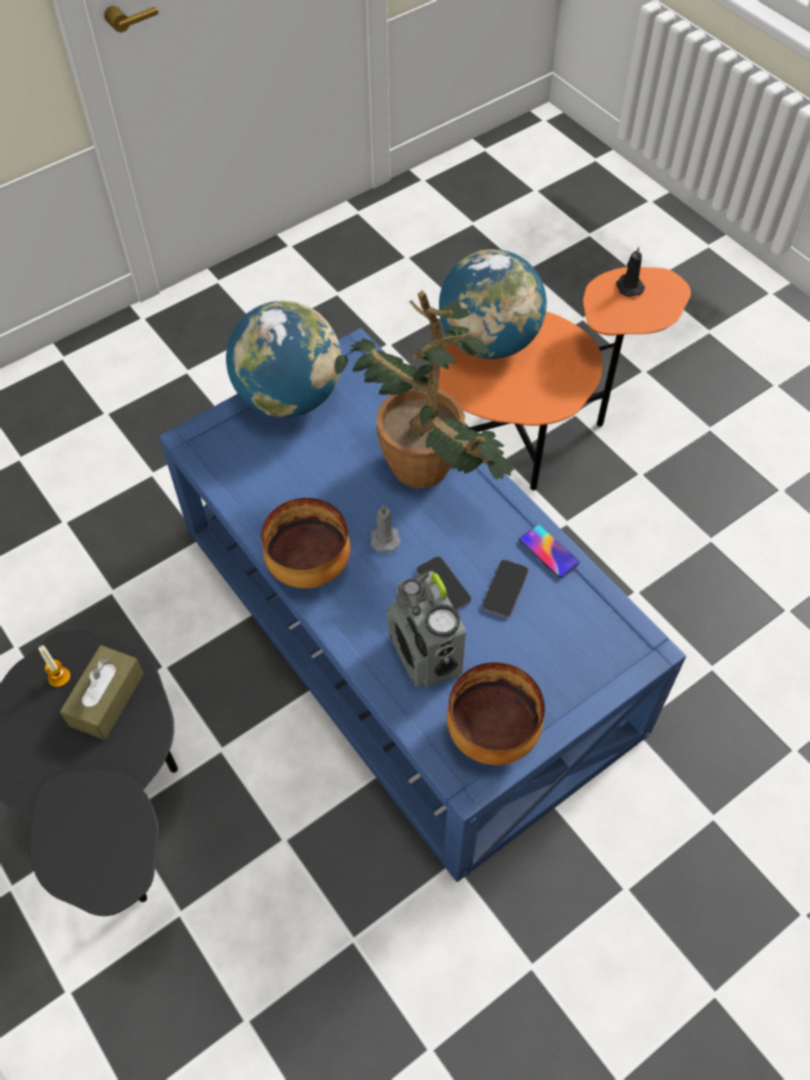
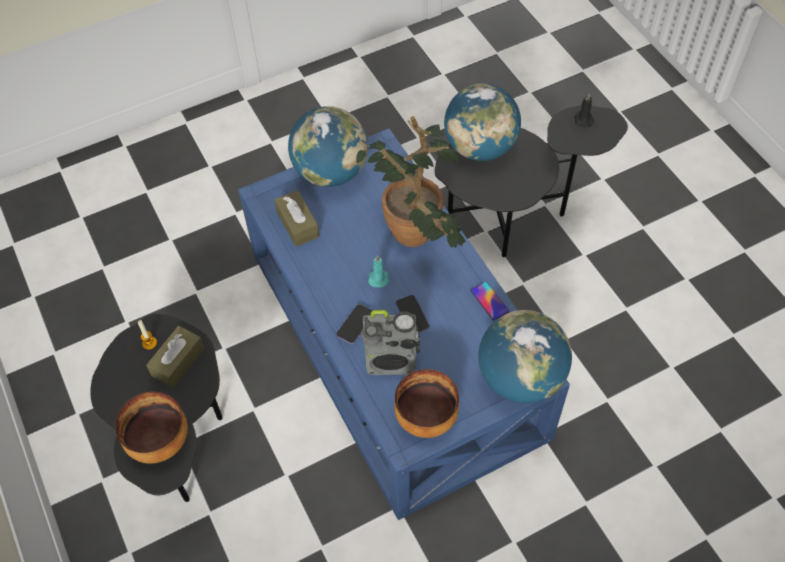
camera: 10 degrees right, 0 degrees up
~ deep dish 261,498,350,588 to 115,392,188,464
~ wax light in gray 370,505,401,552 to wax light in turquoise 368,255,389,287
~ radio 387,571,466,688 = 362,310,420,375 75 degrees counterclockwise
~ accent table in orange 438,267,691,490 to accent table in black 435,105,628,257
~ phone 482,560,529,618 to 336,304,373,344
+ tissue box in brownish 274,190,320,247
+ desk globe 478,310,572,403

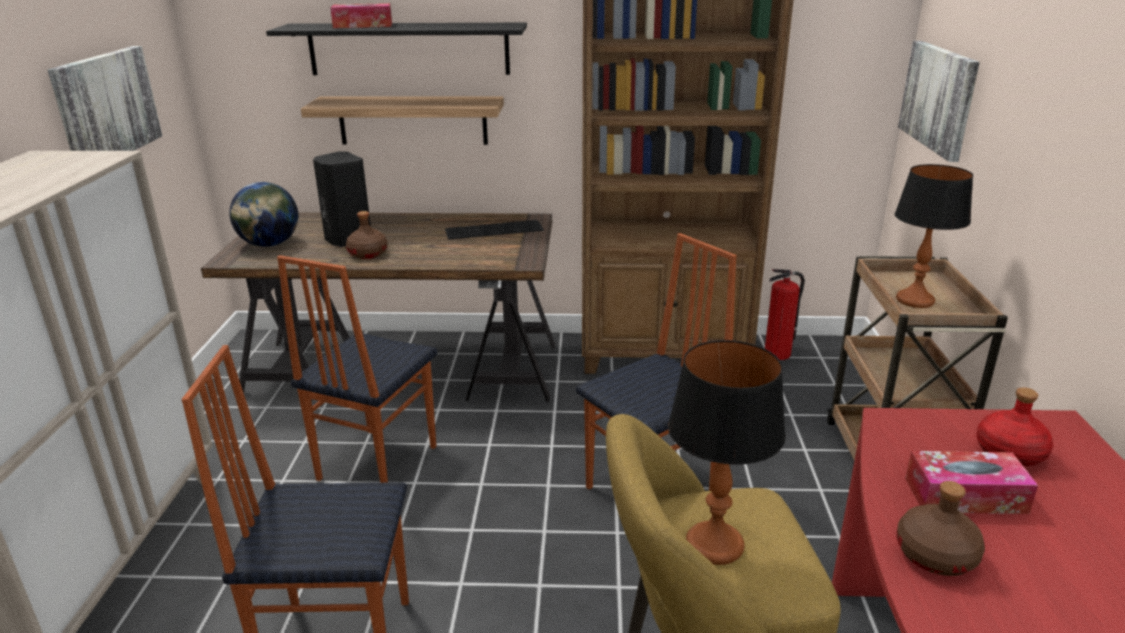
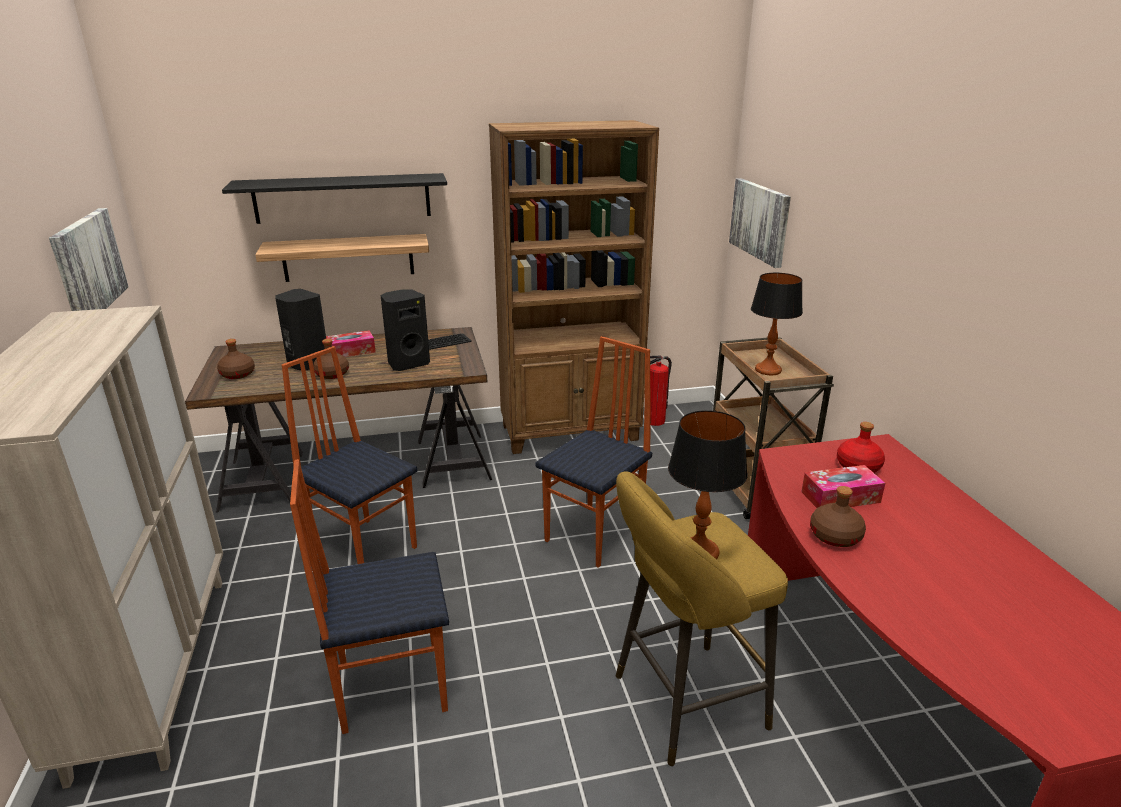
camera: 15 degrees left, 0 degrees up
~ desk globe 229,182,298,247 to bottle in brownish 217,339,255,379
~ upright chair 277,255,437,483 = 282,346,417,564 120 degrees clockwise
~ tissue box 330,3,392,28 to 326,330,376,357
+ loudspeaker in black 380,289,430,371

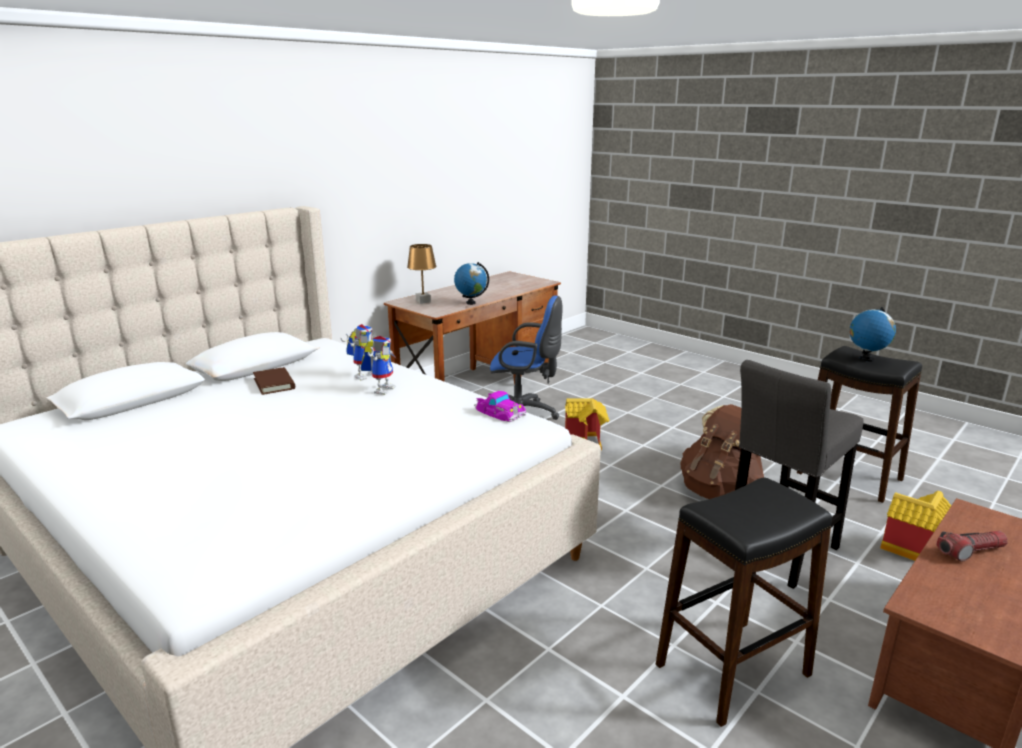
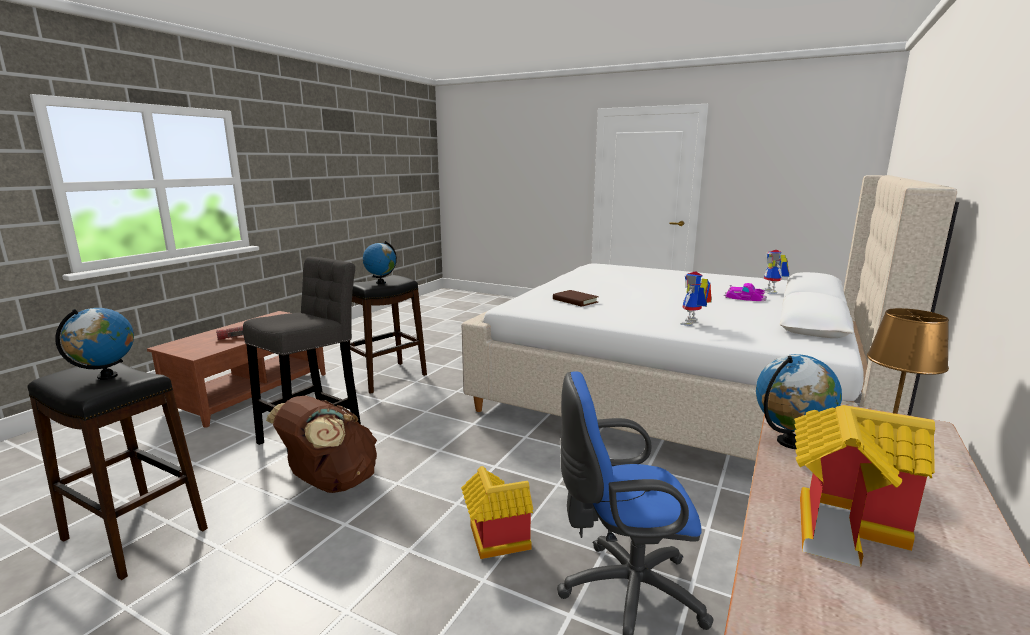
camera: 165 degrees right, 5 degrees down
~ book in brownish 253,367,295,395 to 553,290,599,307
~ robot figure 361,336,396,395 to 762,250,789,294
~ model car 474,391,526,422 to 724,283,767,301
~ miniature house 880,491,951,561 to 794,405,935,567
+ desk globe 363,241,397,284

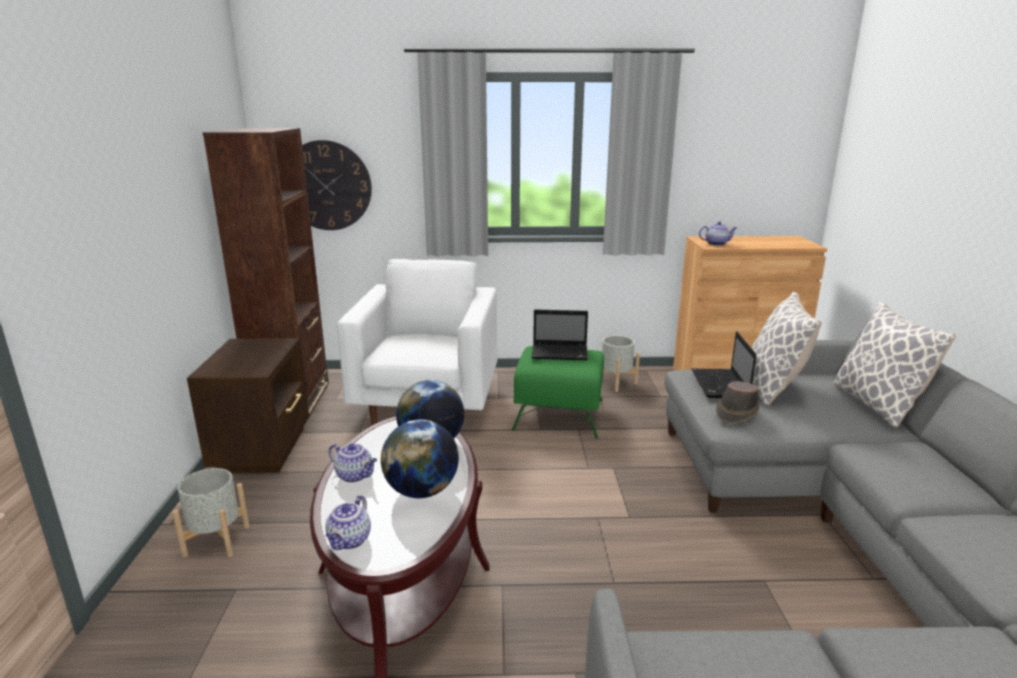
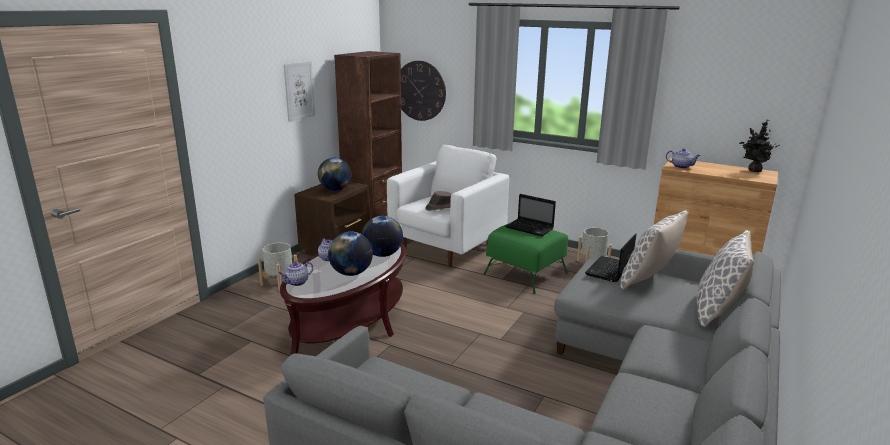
camera: 30 degrees right, 0 degrees up
~ hat in brownish 716,381,759,424 to 425,191,452,211
+ picture 284,61,315,122
+ desk globe 318,158,351,191
+ houseplant 739,120,779,172

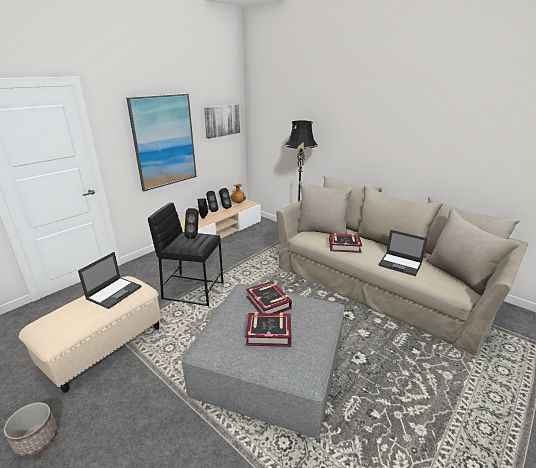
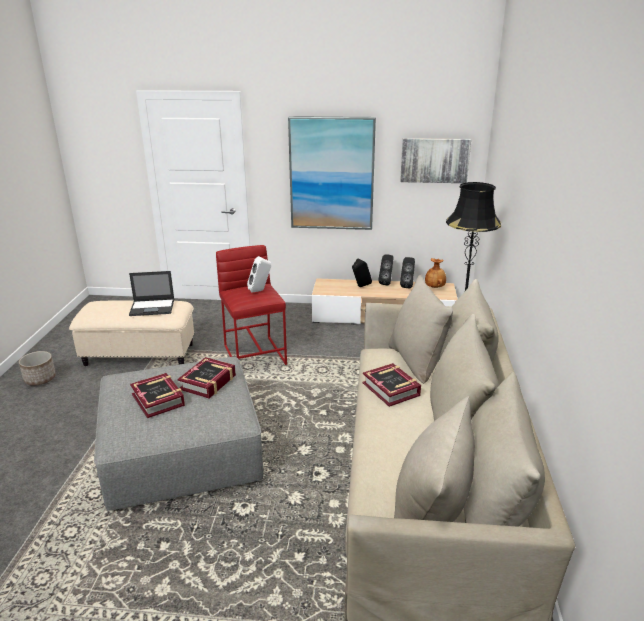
camera: 55 degrees right, 0 degrees up
~ stool in black 148,203,224,306 to stool in red 216,245,287,365
~ loudspeaker in black 184,208,199,239 to loudspeaker in white 247,256,271,292
- portable computer 378,230,428,276

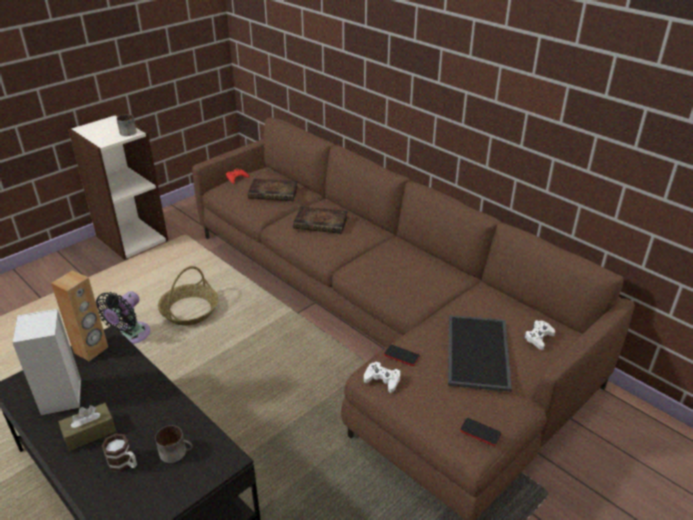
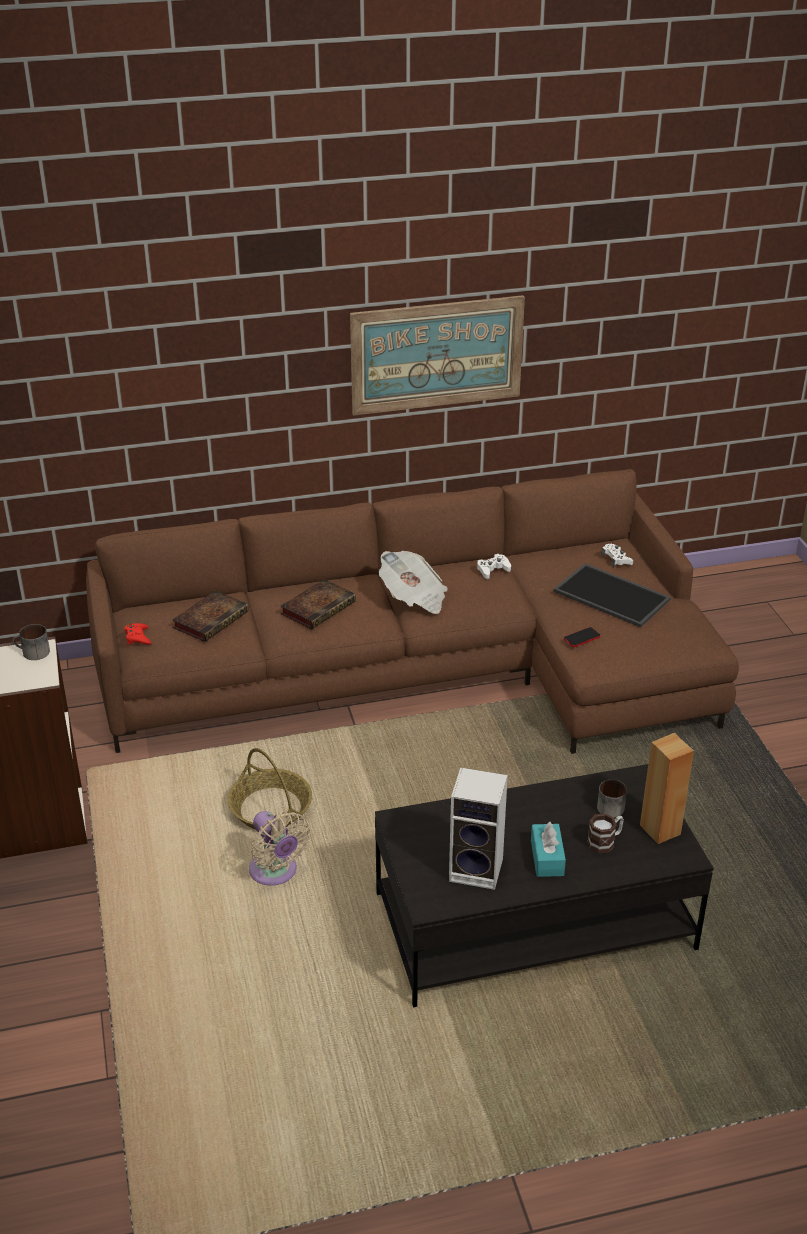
camera: 60 degrees left, 0 degrees up
~ loudspeaker in brownish 51,271,108,361 to 640,733,694,844
~ tissue box in brownish 59,403,116,451 to tissue box in turquoise 531,822,566,877
~ cooling fan in black 96,291,150,344 to cooling fan in sand-coloured 249,811,311,886
~ gamepad in white 364,362,400,393 to 477,554,511,579
- phone 460,418,502,446
+ picture 350,295,525,415
+ daily paper 379,551,448,614

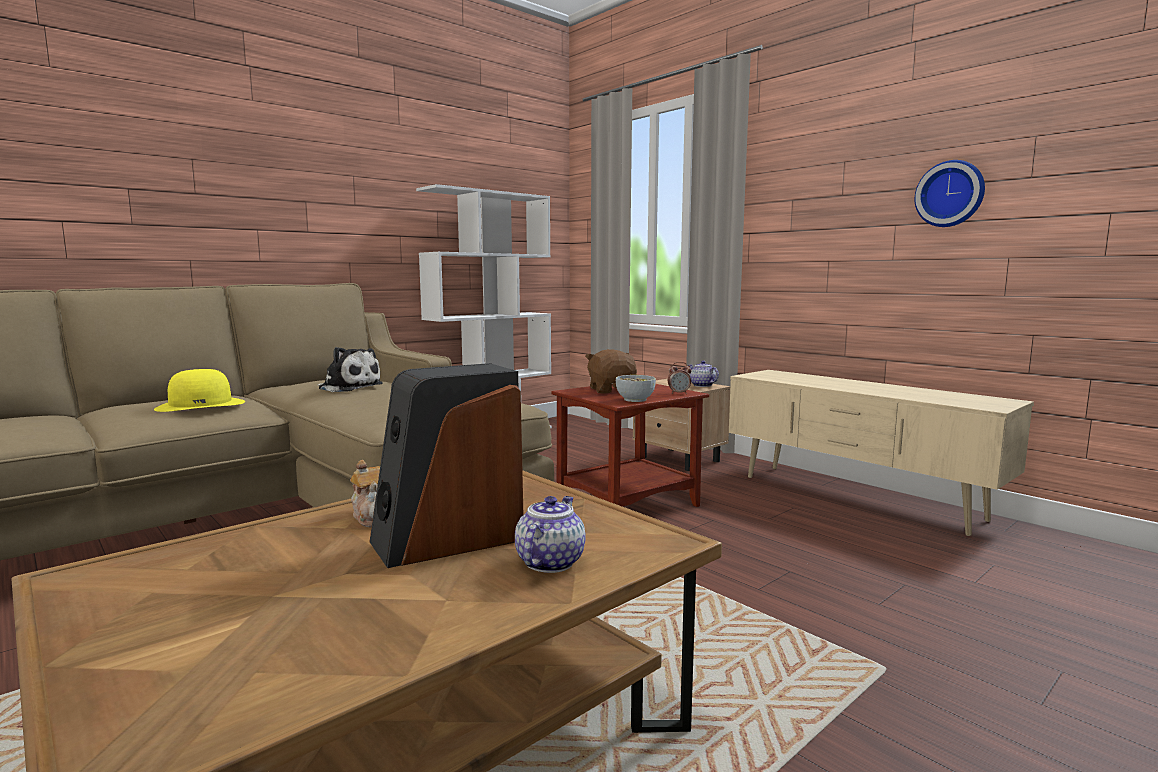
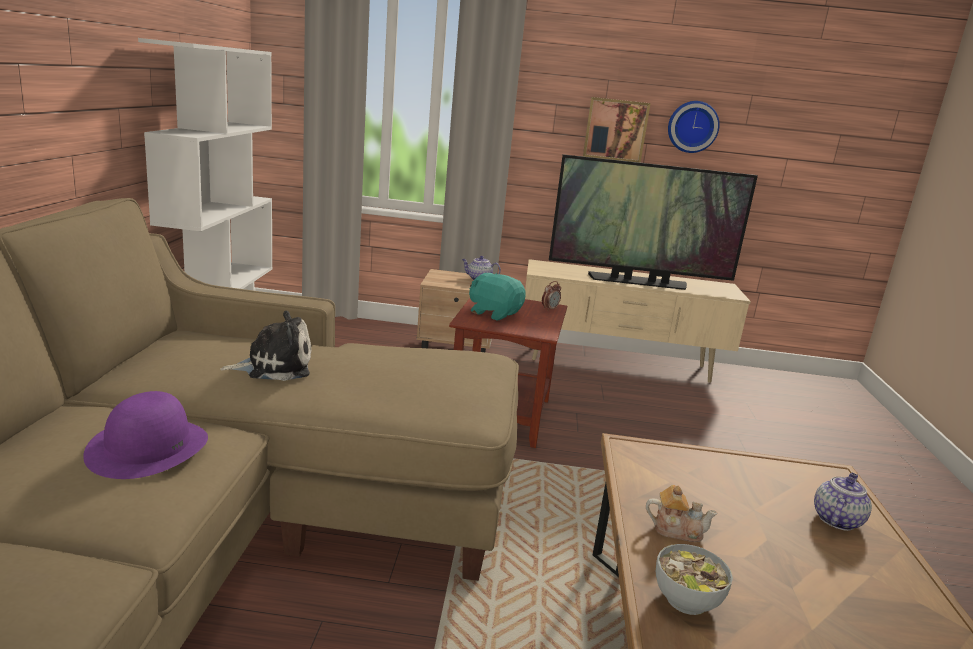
camera: 45 degrees left, 10 degrees up
~ hat in yellowish 154,369,245,412 to hat in purplish 83,391,208,479
- loudspeaker 369,363,523,568
~ teapot 515,496,586,573 = 814,473,872,531 60 degrees clockwise
~ plush toy in brownish 585,349,637,394 to plush toy in turquoise 469,273,526,320
~ deep dish 616,375,656,402 to 656,544,733,615
+ television 549,154,758,290
+ picture 583,97,651,163

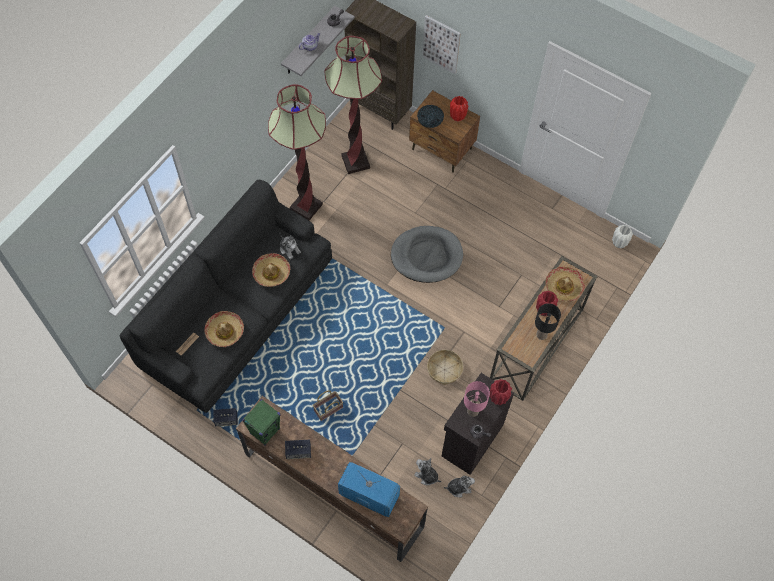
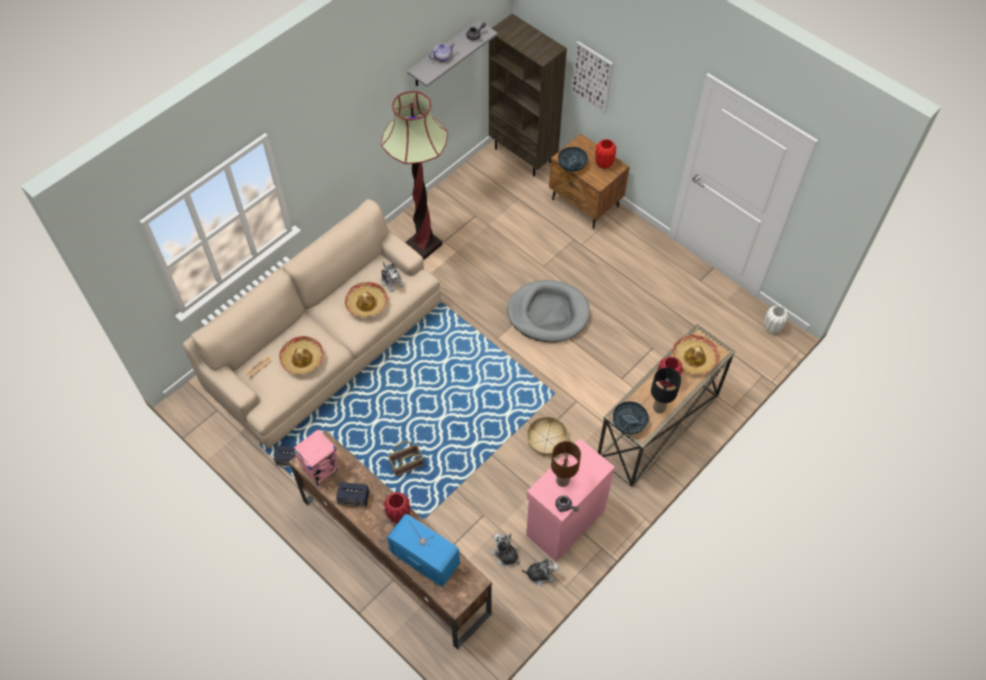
camera: 10 degrees right, 5 degrees down
~ sofa in black 120,180,332,413 to sofa in sand-coloured 183,199,441,448
~ loudspeaker in greenish 242,399,281,446 to loudspeaker in pink-coloured 292,429,338,486
- standing lamp 324,36,382,174
~ storage cabinet in black 442,373,514,475 to storage cabinet in pink-coloured 526,439,615,562
~ lamp for a table in pink-coloured 464,381,490,417 to lamp for a table in brownish 551,441,581,487
~ decorative vase in red 489,379,512,405 to 384,492,410,524
+ deep dish 613,401,649,435

